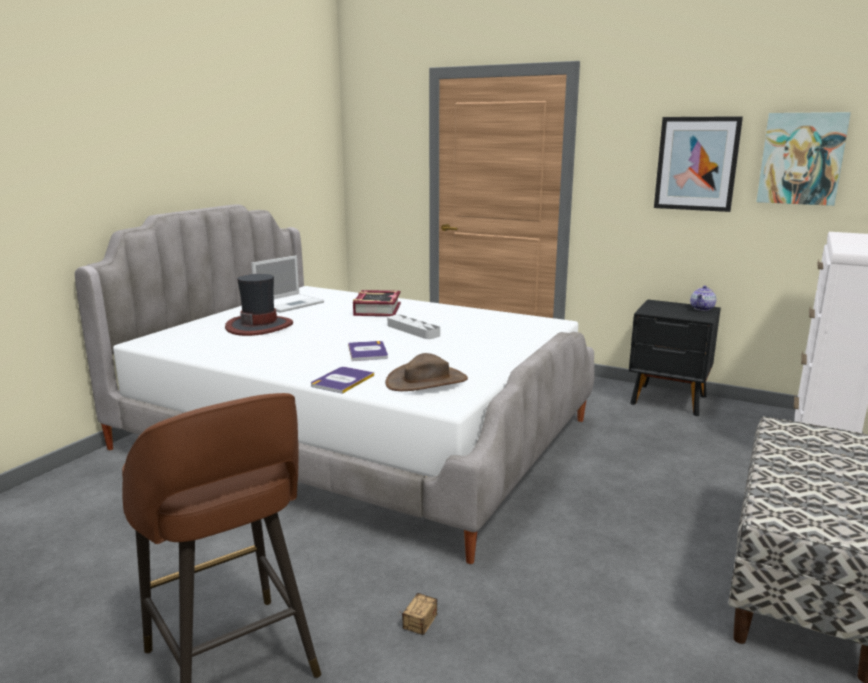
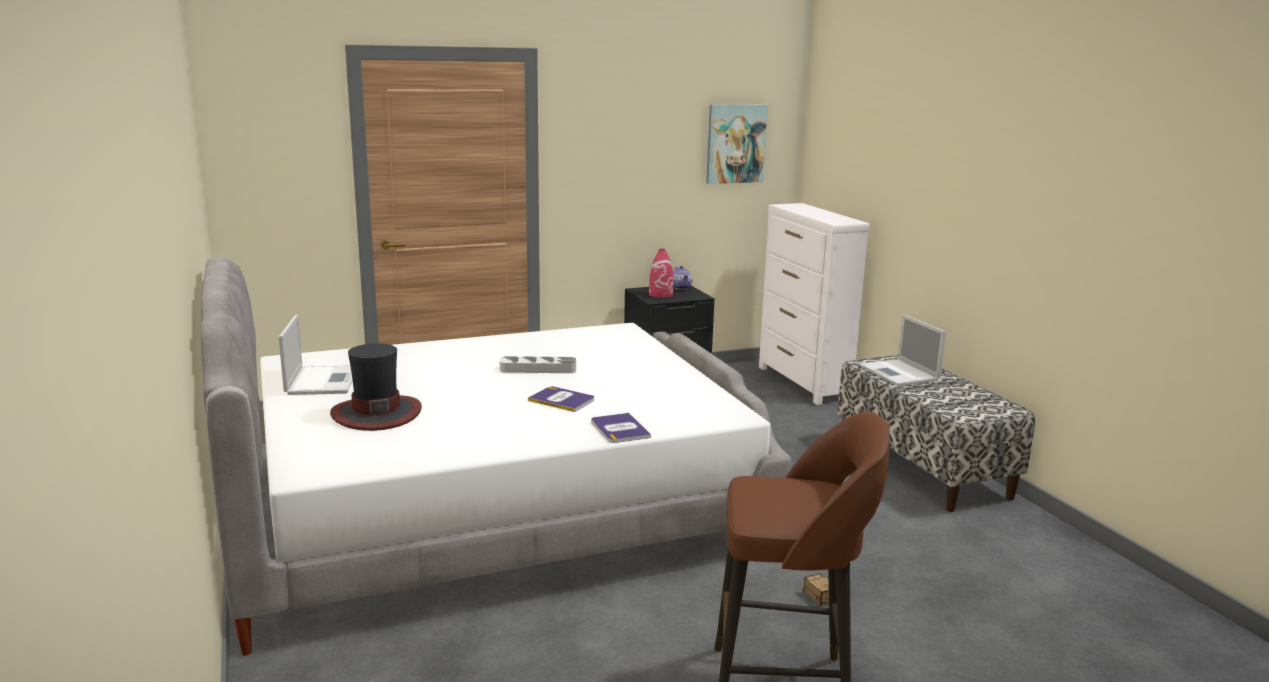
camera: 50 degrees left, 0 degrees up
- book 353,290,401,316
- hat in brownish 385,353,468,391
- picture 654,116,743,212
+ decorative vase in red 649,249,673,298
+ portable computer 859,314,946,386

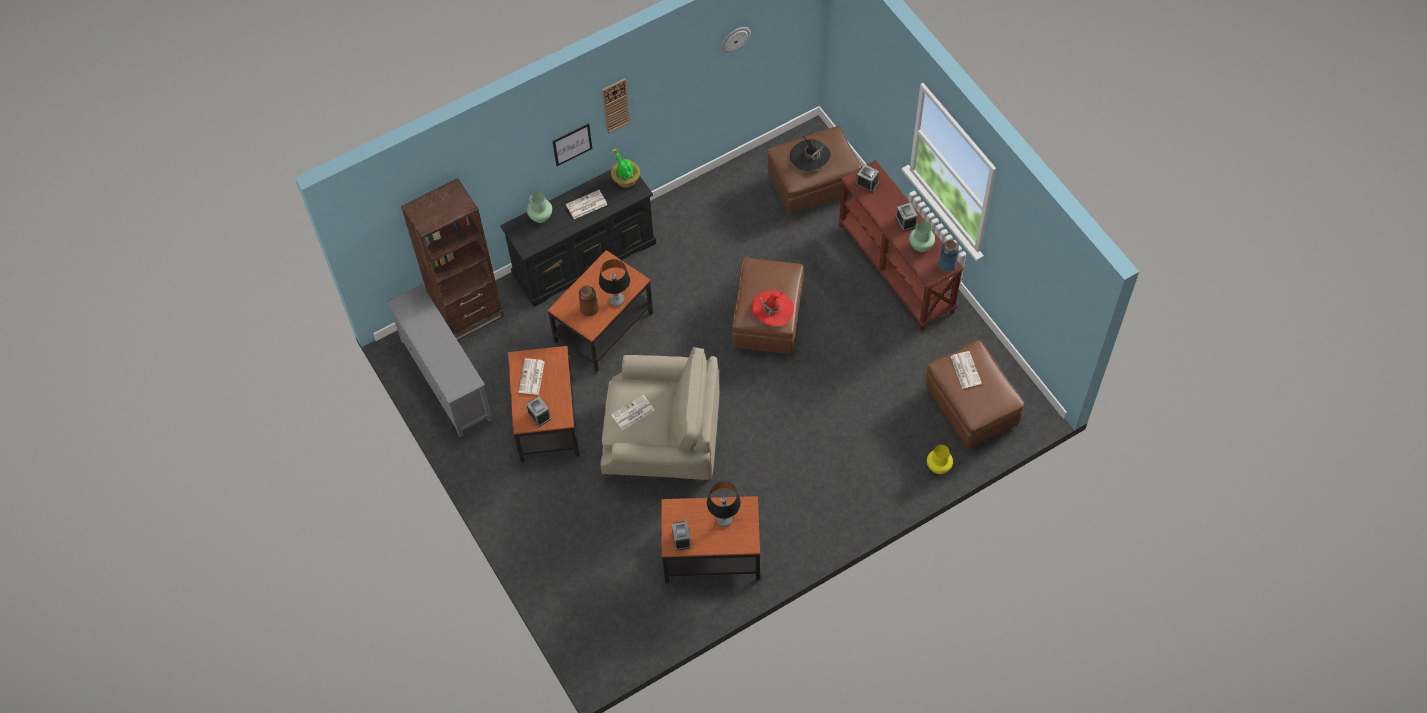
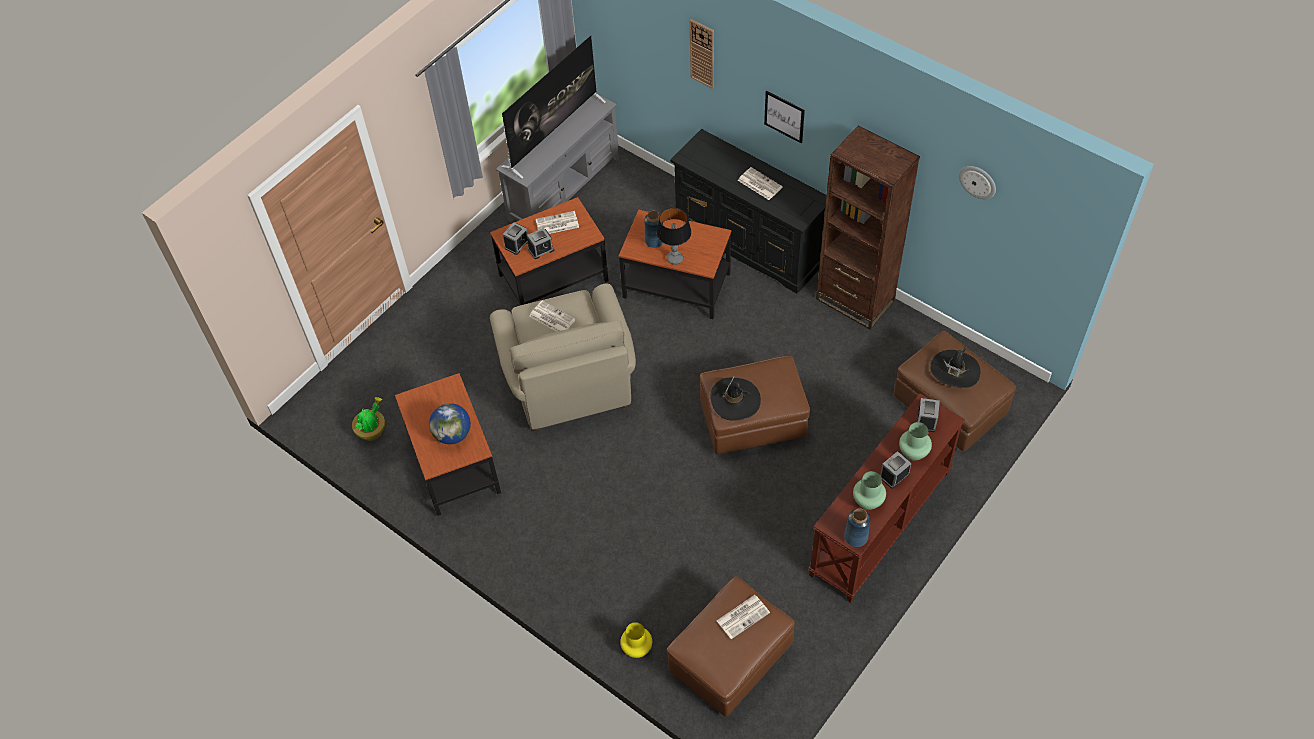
camera: 70 degrees right, 5 degrees down
~ bookshelf in brownish 401,178,504,341 to 816,125,920,330
~ decorative vase in greenish 527,192,552,223 to 899,422,932,461
~ decorative vase in brownish 579,286,599,316 to decorative vase in bluish 644,211,664,248
~ clock on the wall 602,78,630,133 to 689,19,714,89
~ houseplant 611,148,640,188 to 352,397,385,441
~ alarm clock 672,521,691,550 to 527,228,554,259
~ lamp for a table 707,482,741,527 to desk globe 429,403,471,444
~ hat in red 751,290,794,327 to hat in black 710,376,761,420
+ television 501,36,606,179

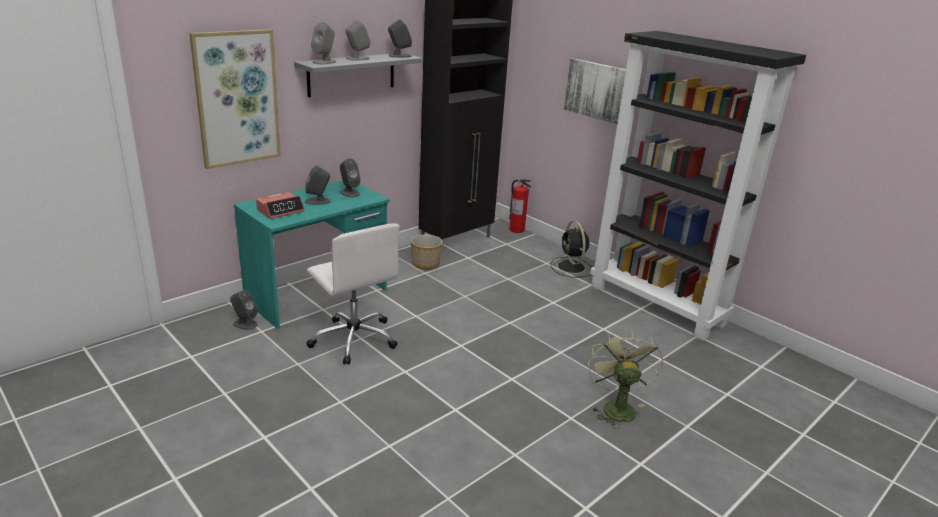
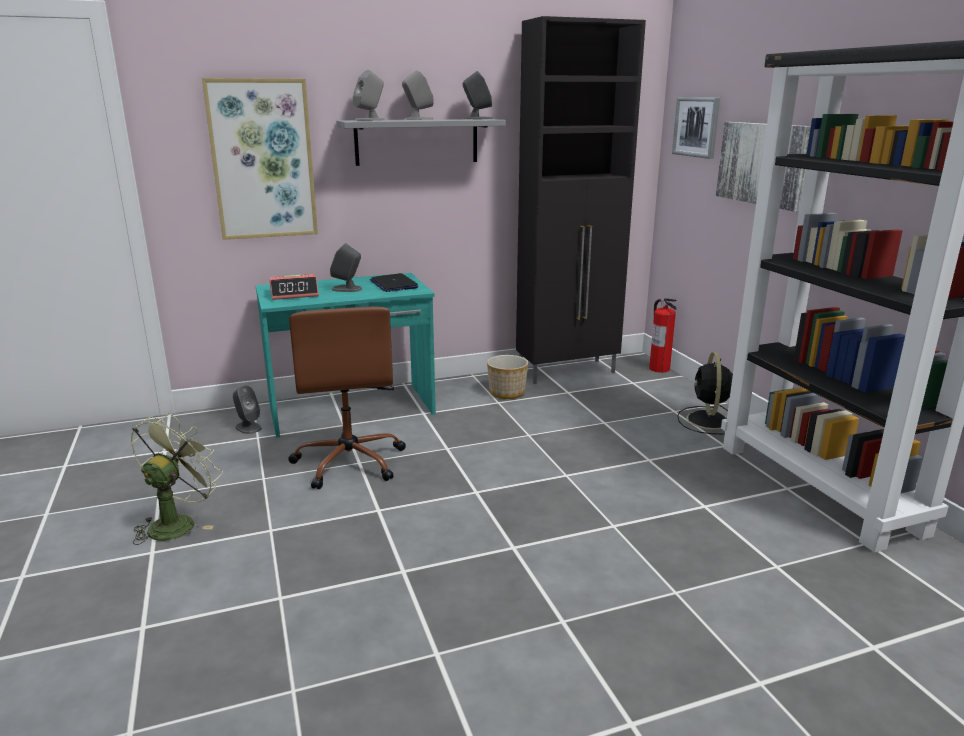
camera: 25 degrees right, 5 degrees down
~ desk chair in white 306,223,400,365 to desk chair in brownish 288,306,406,489
~ loudspeaker in gray 340,158,361,197 to portable computer 370,273,419,292
~ cooling fan in greenish 588,330,663,429 to 131,413,223,545
+ picture 672,97,720,159

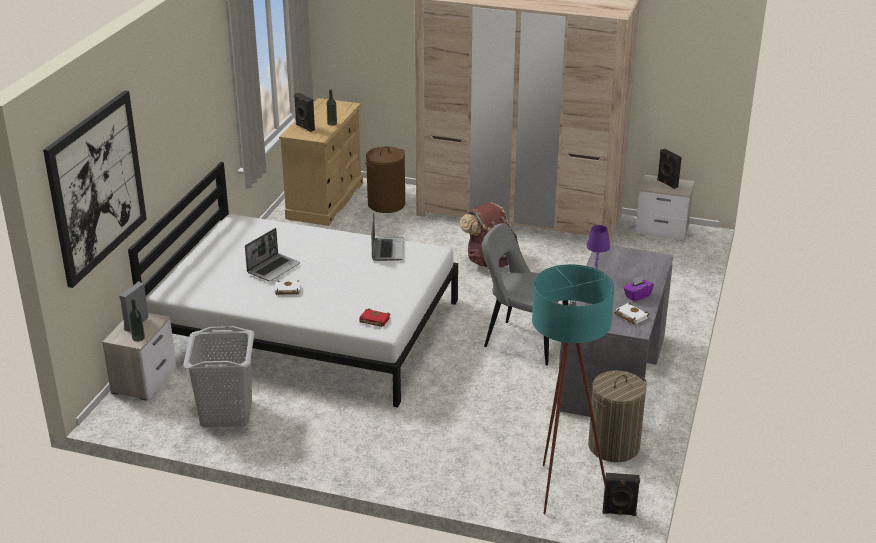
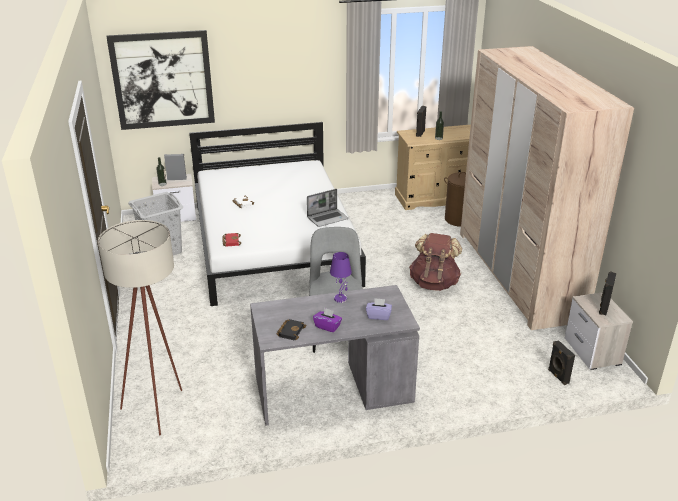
camera: 60 degrees right, 0 degrees up
- portable computer 245,228,300,281
~ standing lamp in turquoise 532,264,614,514 to standing lamp in sand-coloured 98,220,182,435
- washing basket 588,370,647,462
~ loudspeaker in black 602,473,640,516 to 548,340,575,385
~ book in white 615,303,649,324 to book in black 276,319,307,341
+ tissue box in purplish 366,298,392,320

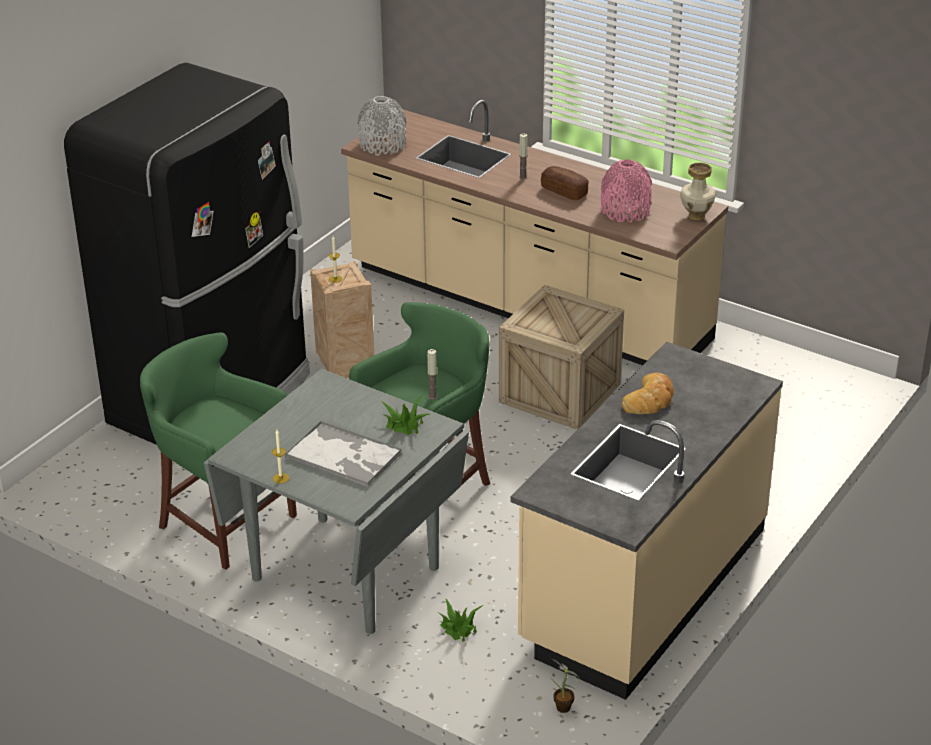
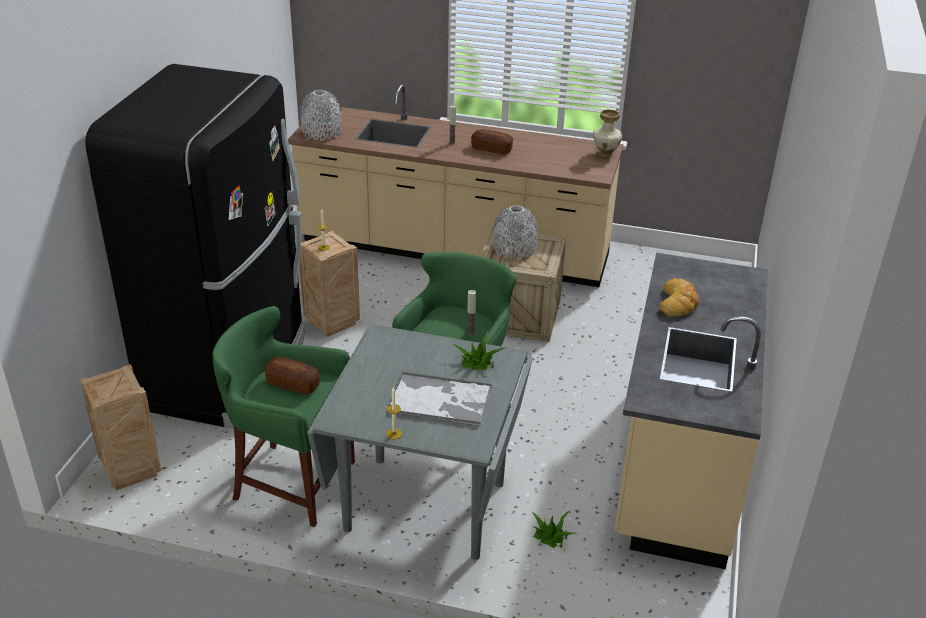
camera: 20 degrees left, 0 degrees up
- houseplant 550,658,581,713
- decorative vase in pink-coloured 601,159,652,223
+ packing crate 80,364,161,490
+ baked bread 264,357,320,394
+ decorative vase in gray 493,205,538,259

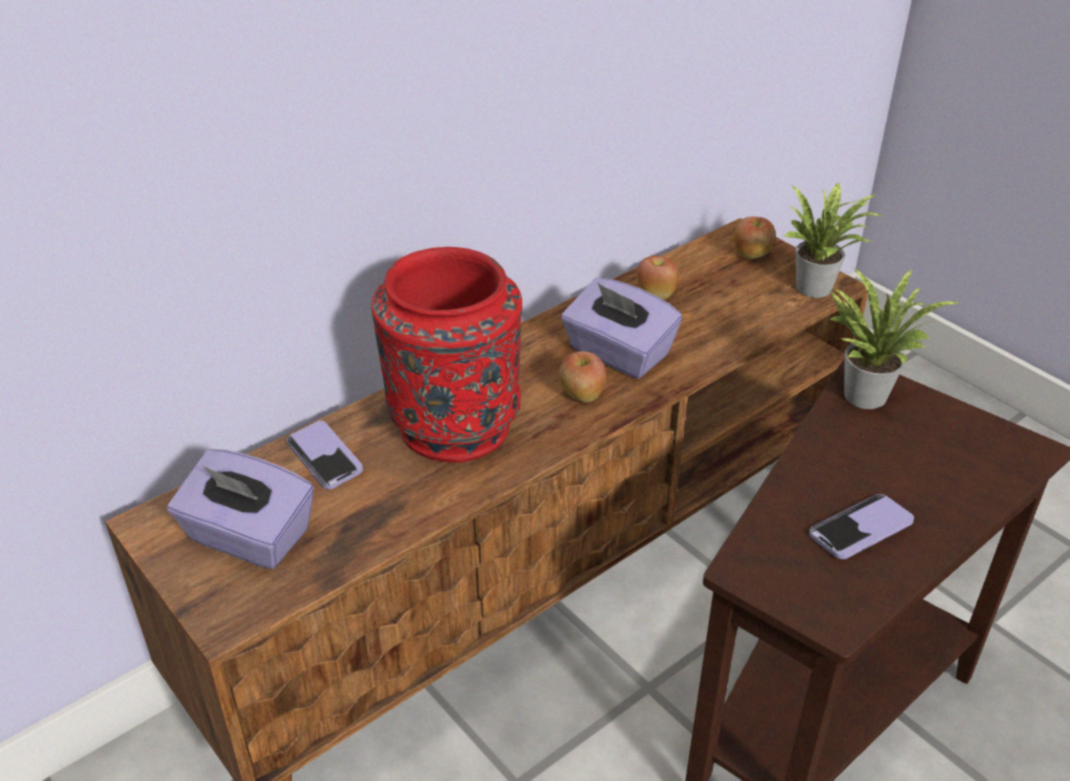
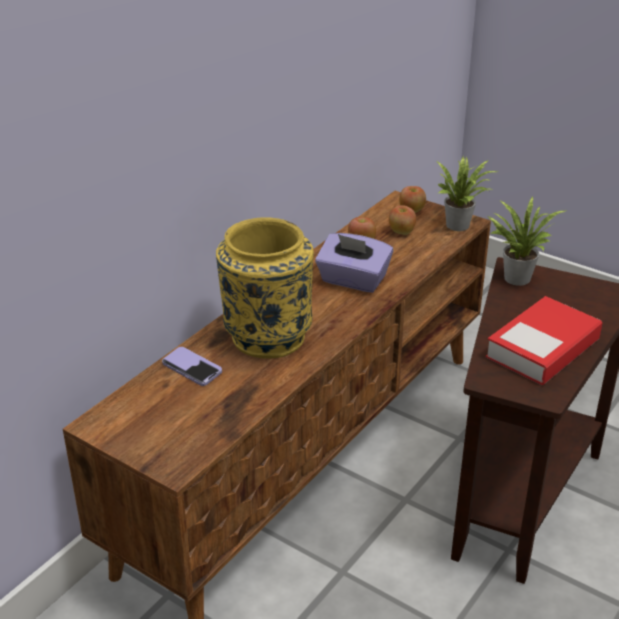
camera: 15 degrees left, 5 degrees down
- tissue box in purplish 167,449,314,569
~ decorative vase in red 371,247,522,463 to decorative vase in yellowish 216,217,314,359
~ apple fruit 559,351,606,402 to 389,205,416,235
~ phone 809,494,914,559 to book 486,296,602,385

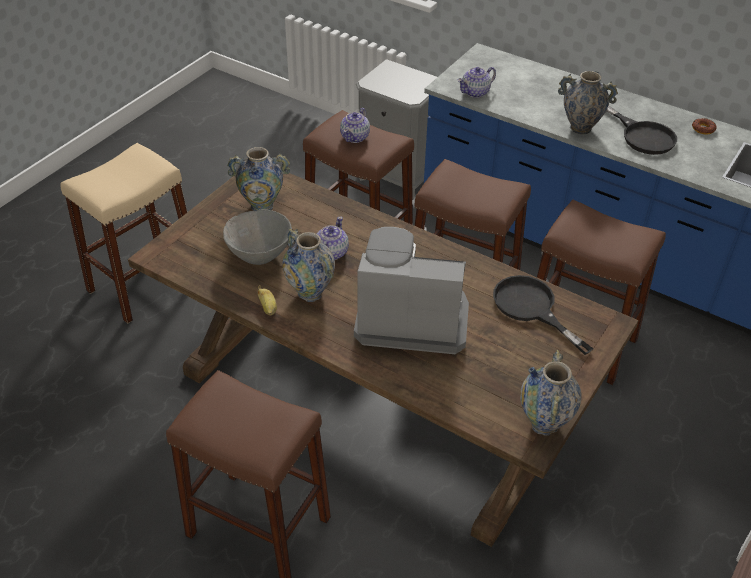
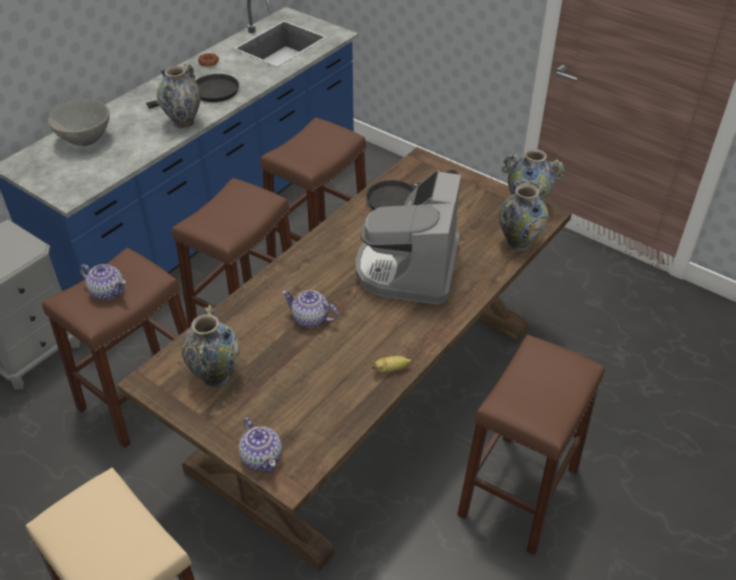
camera: 85 degrees left, 0 degrees up
~ deep dish in gray 223,209,292,265 to 48,99,110,146
~ decorative vase 282,229,335,302 to 499,184,549,251
~ teapot 457,67,496,98 to 238,417,282,473

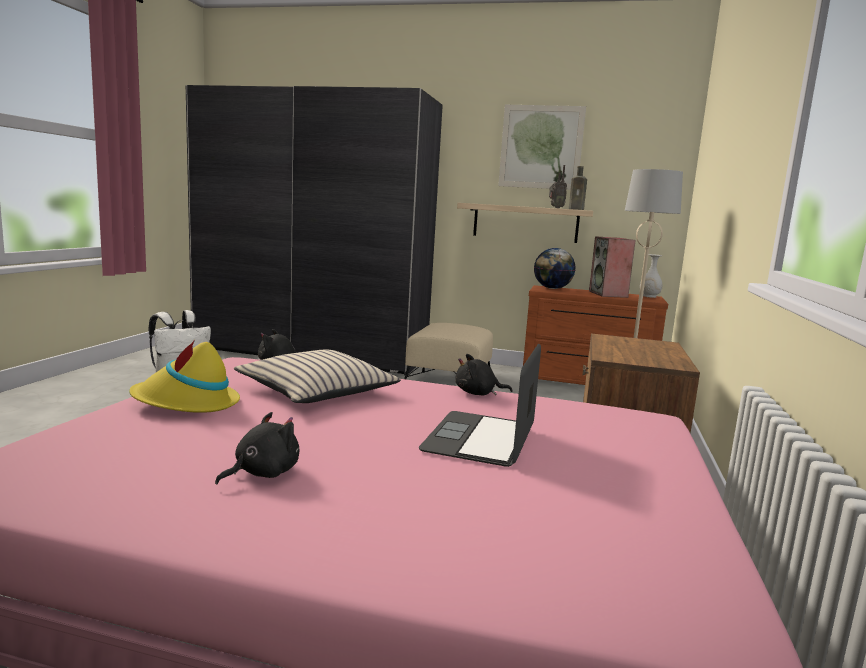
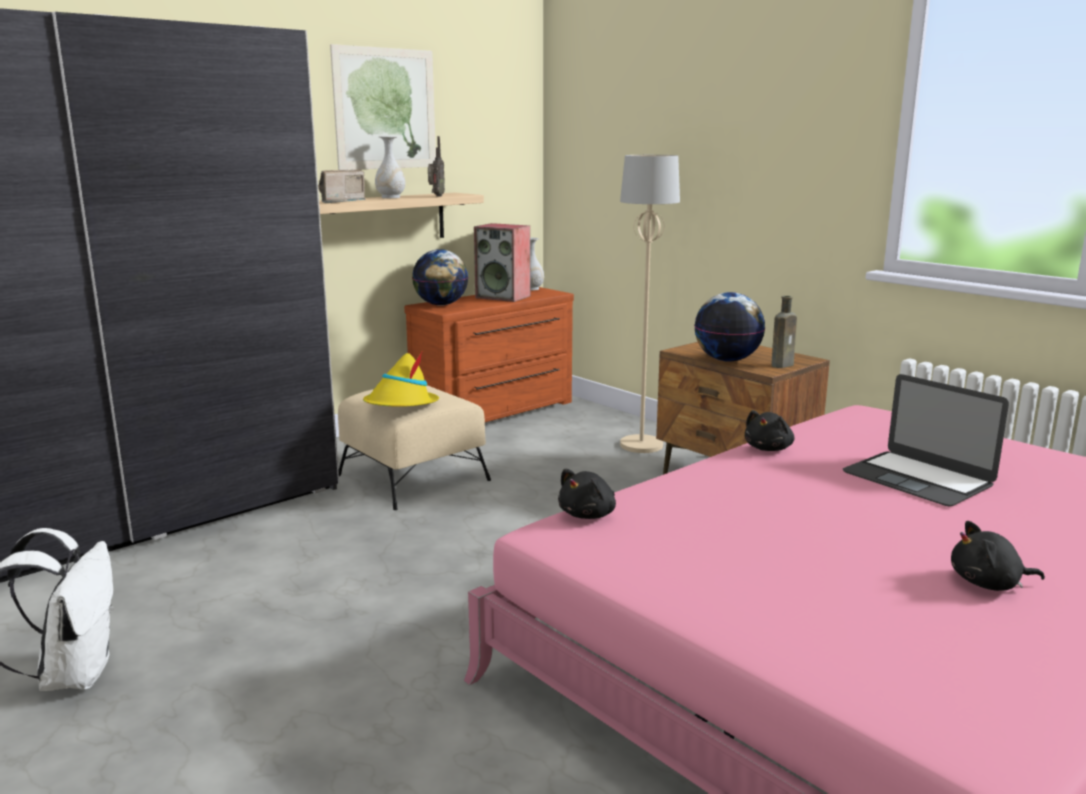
camera: 55 degrees left, 5 degrees up
~ hat in yellowish 129,340,240,413 to 363,350,439,407
~ plush toy in black 215,412,299,484 = 951,521,1045,591 75 degrees counterclockwise
- throw pillow in sand-coloured 234,350,401,403
~ bottle in brownish 569,166,587,210 to 771,296,797,368
+ radio 318,170,366,203
+ decorative vase in white 375,136,406,198
+ desk globe 694,292,765,362

